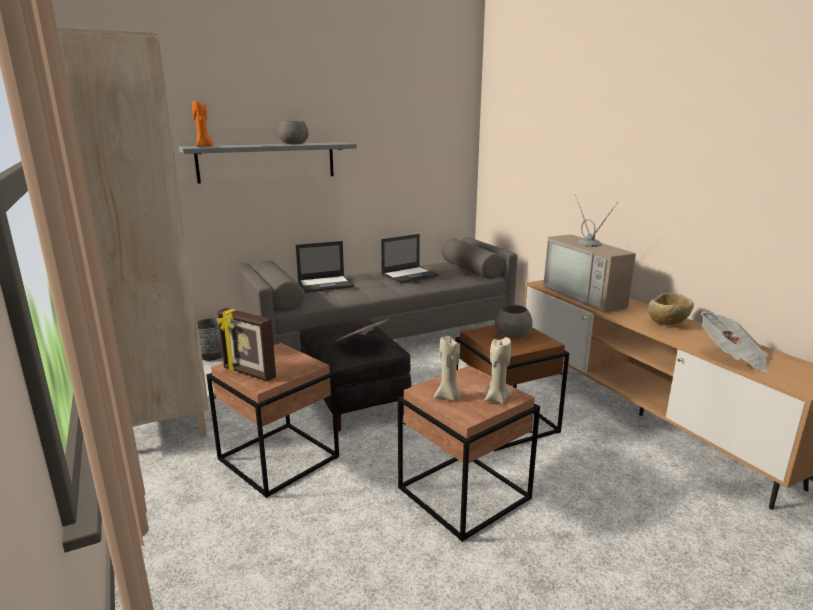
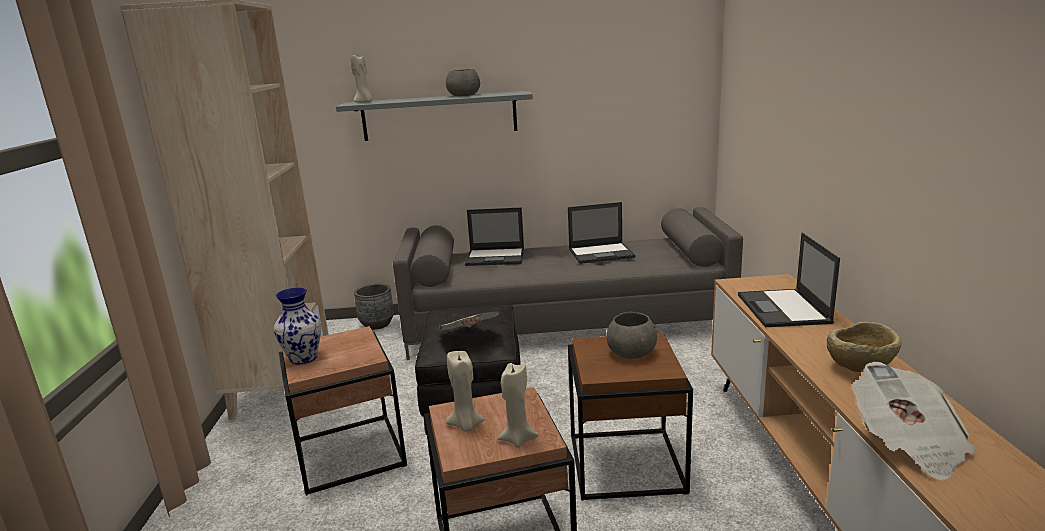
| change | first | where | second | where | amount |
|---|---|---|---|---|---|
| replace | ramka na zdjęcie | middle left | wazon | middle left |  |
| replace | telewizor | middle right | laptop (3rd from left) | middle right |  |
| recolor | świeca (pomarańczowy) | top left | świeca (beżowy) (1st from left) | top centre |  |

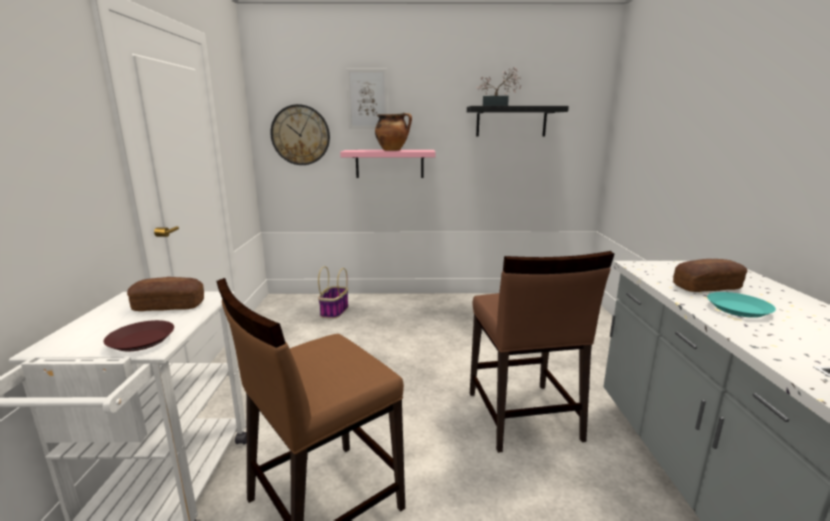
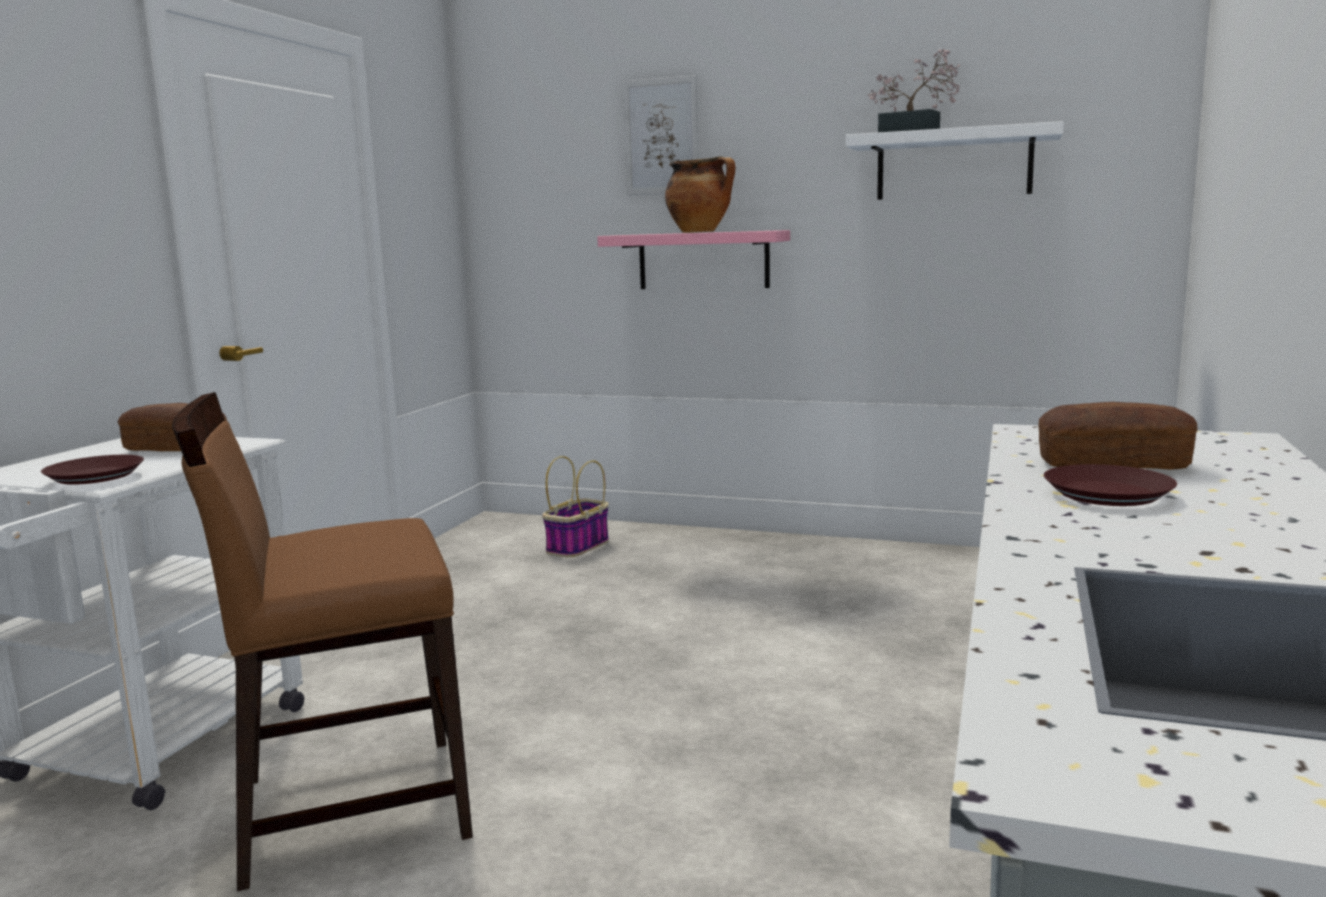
| change | first | where | second | where | amount |
|---|---|---|---|---|---|
| delete | zegar ścienny | top centre |  |  |  |
| delete | krzesło (brązowy) (2nd from left) | bottom centre |  |  |  |
| recolor | półka (czarny) | top centre | półka (biały) | top right |  |
| recolor | talerz (turkusowy) | middle right | talerz (brązowy) (2nd from left) | middle right |  |

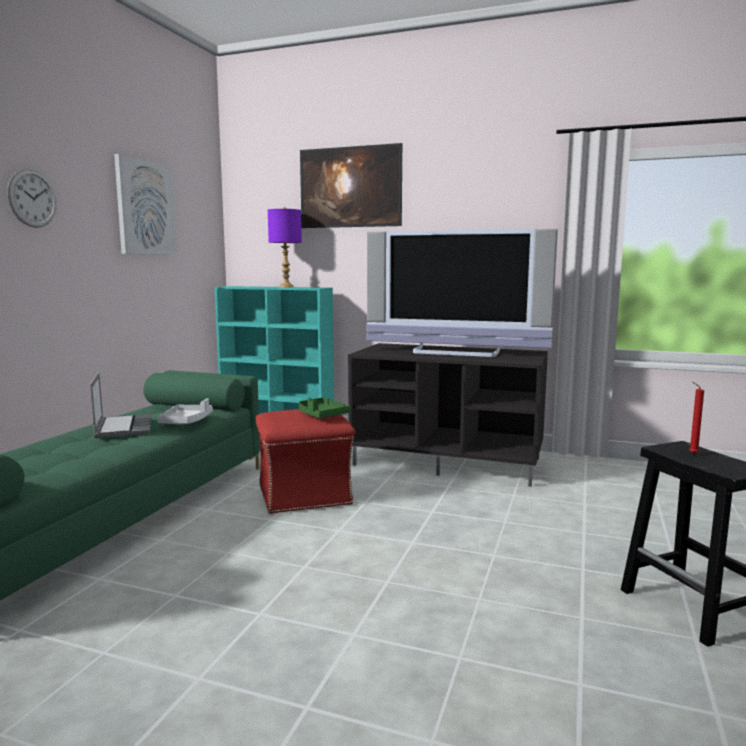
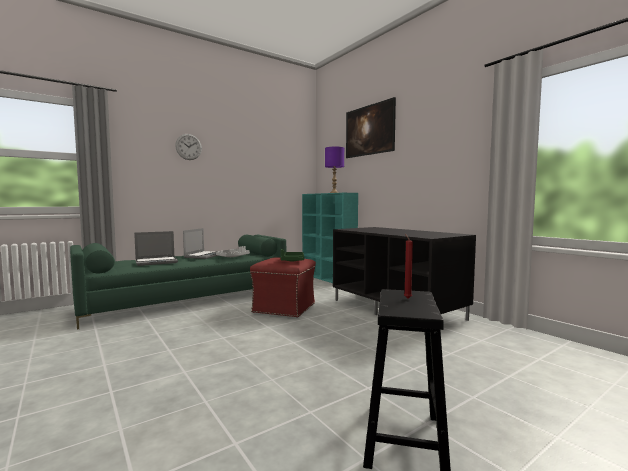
| change | first | where | second | where | amount |
|---|---|---|---|---|---|
| delete | obraz (1st from left) | top left |  |  |  |
| delete | telewizor | centre |  |  |  |
| insert |  |  | laptop (1st from left) | middle left |  |

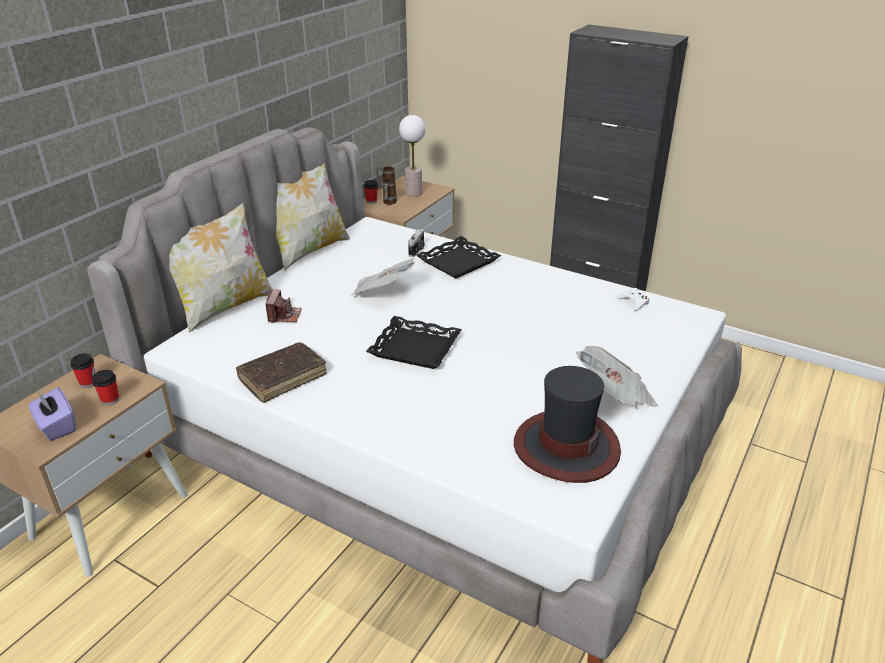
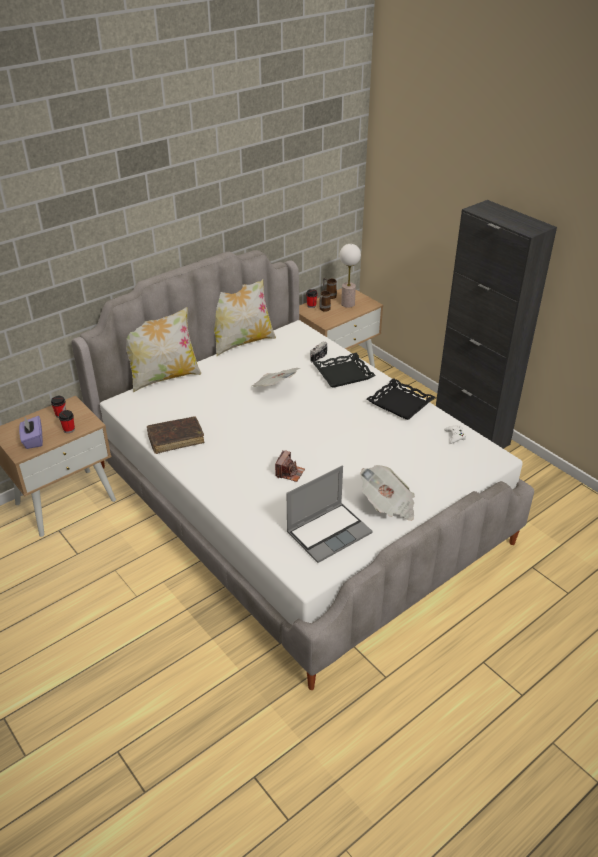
| change | first | where | second | where | amount |
|---|---|---|---|---|---|
| move | aparat fotograficzny (1st from left) | middle left |  | centre |  |
| move | taca (czarny) (1st from left in the first image) | centre | taca (czarny) (2nd from left) | middle right |  |
| replace | kapelusz | centre | laptop | centre |  |

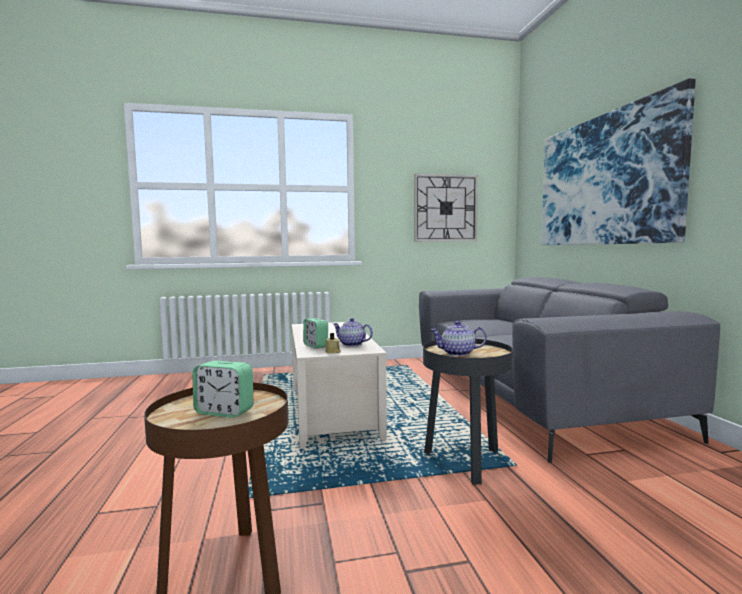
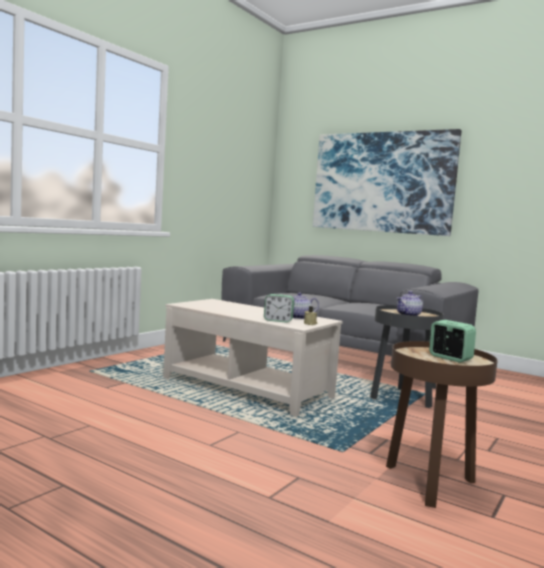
| change | first | where | second | where | amount |
|---|---|---|---|---|---|
| delete | zegar ścienny | centre |  |  |  |
| rotate | budzik (1st from left in the first image) | middle left | budzik (2nd from left) | middle right | 105 degrees counterclockwise |

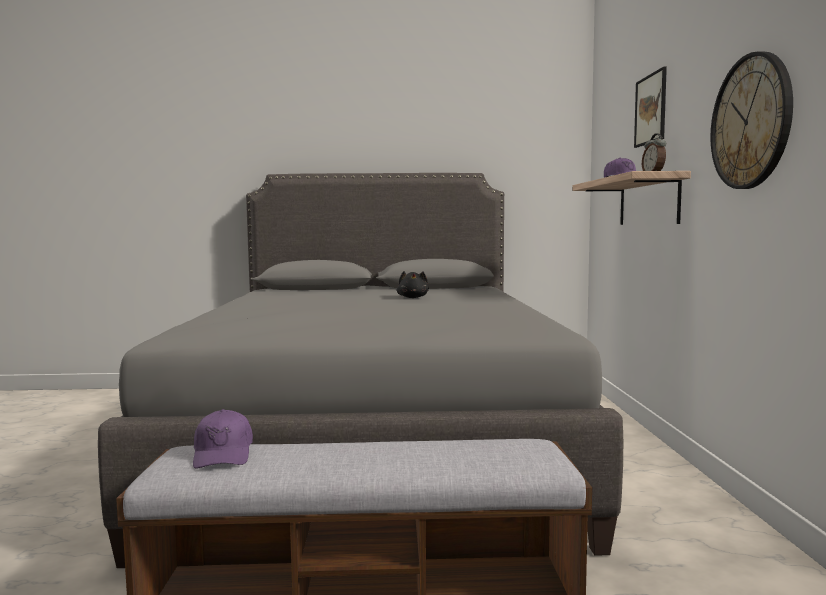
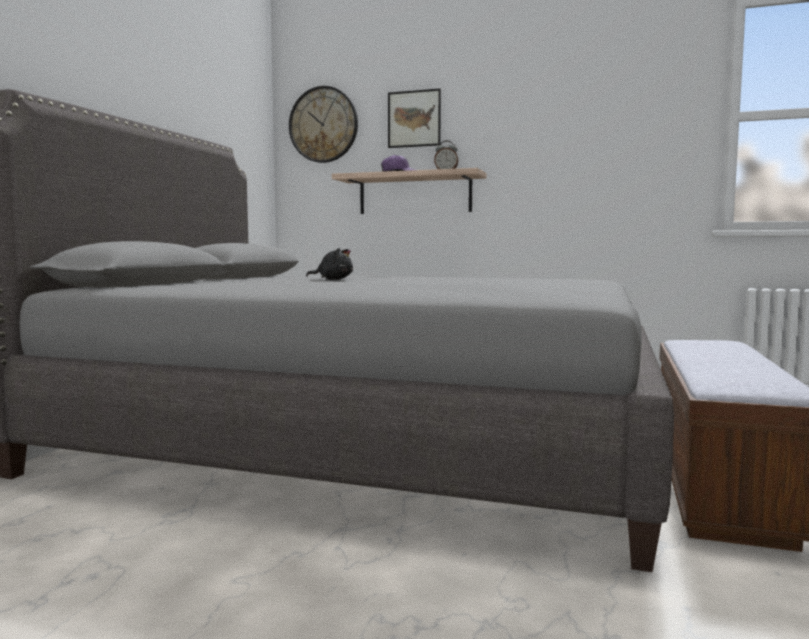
| change | first | where | second | where | amount |
|---|---|---|---|---|---|
| delete | czapka z daszkiem (fioletowy) (1st from left) | bottom left |  |  |  |
| move | zegar ścienny | top right |  | top centre |  |

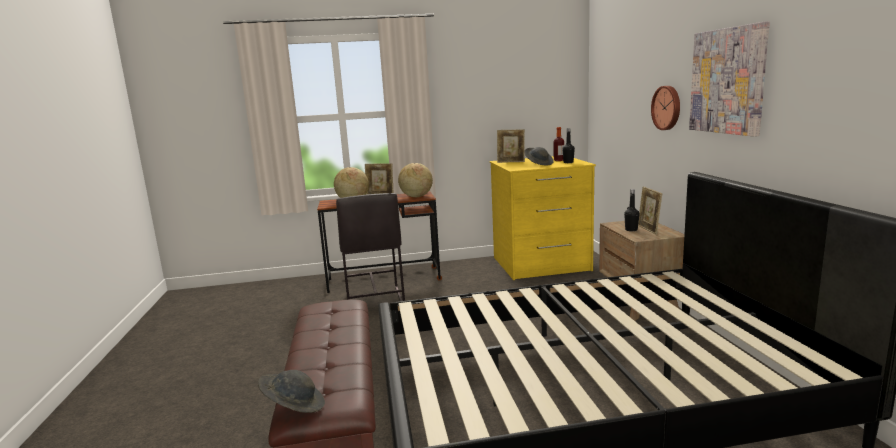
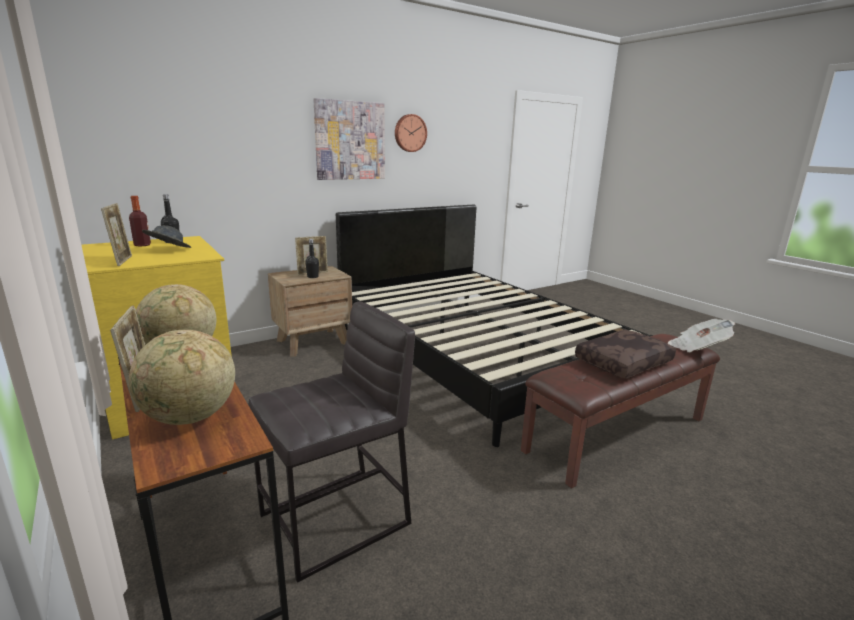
| change | first | where | second | where | amount |
|---|---|---|---|---|---|
| insert |  |  | poduszka (brązowy) | middle right |  |
| move | zegar ścienny | top right |  | top centre |  |
| replace | kapelusz (szary) (1st from left) | bottom left | gazeta | middle right |  |

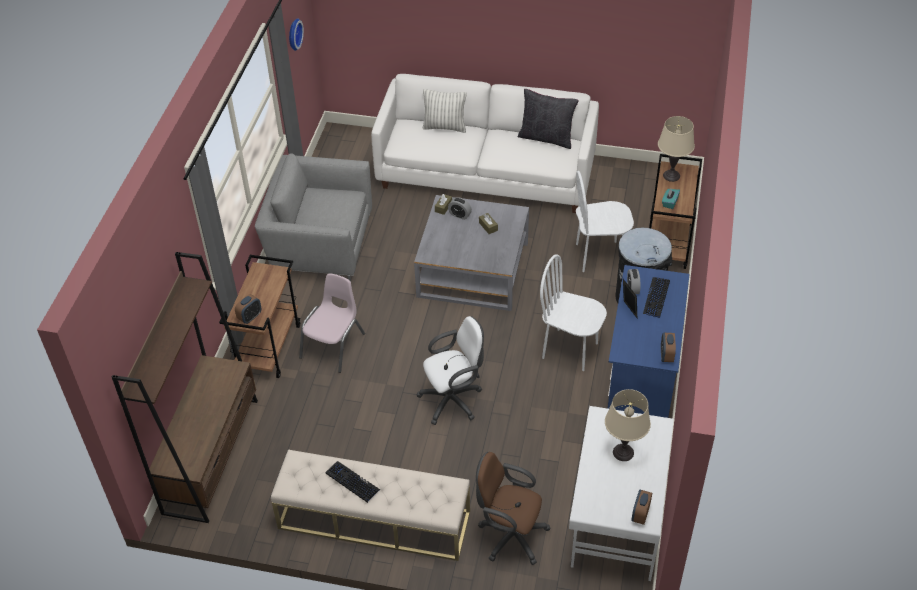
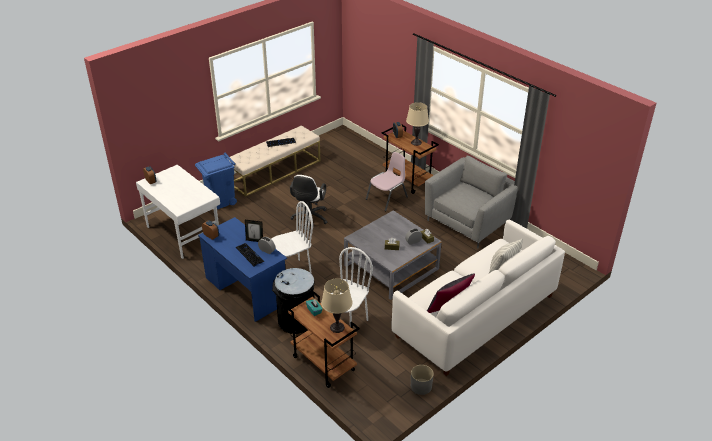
| change | first | where | second | where | amount |
|---|---|---|---|---|---|
| delete | regał (brązowy) | middle left |  |  |  |
| delete | zegar ścienny | top left |  |  |  |
| insert |  |  | donica (szary) | bottom centre |  |
| move | lampa stołowa (beżowy) (1st from left in the first image) | bottom right | lampa stołowa (beżowy) (2nd from left) | top centre |  |
| replace | krzesło biurowe (brązowy) | bottom centre | kosz na śmieci (niebieski) | middle left |  |
| rotate | krzesło (różowy) | centre |  | centre | 105 degrees counterclockwise |

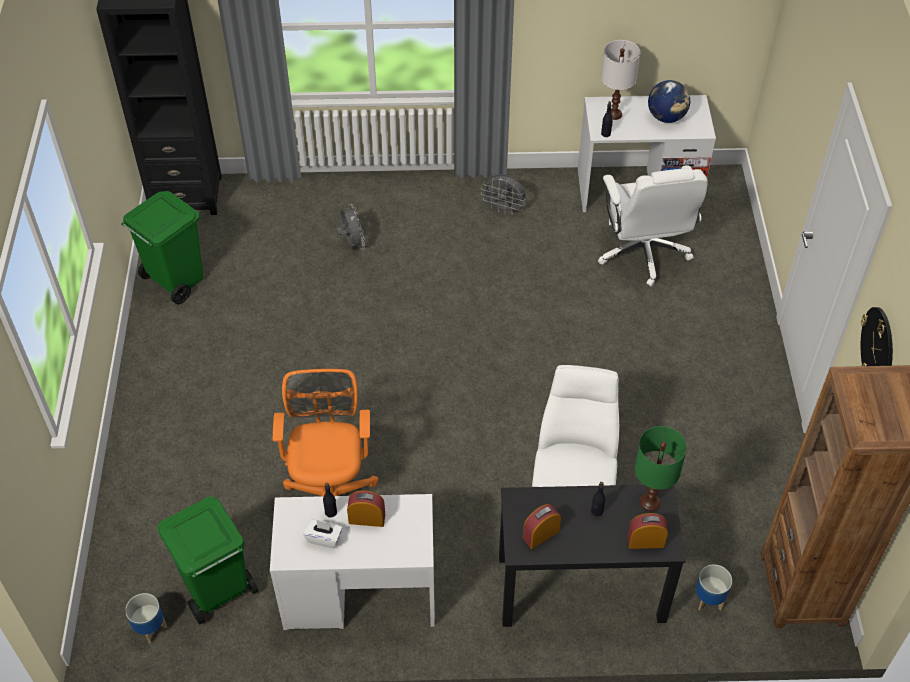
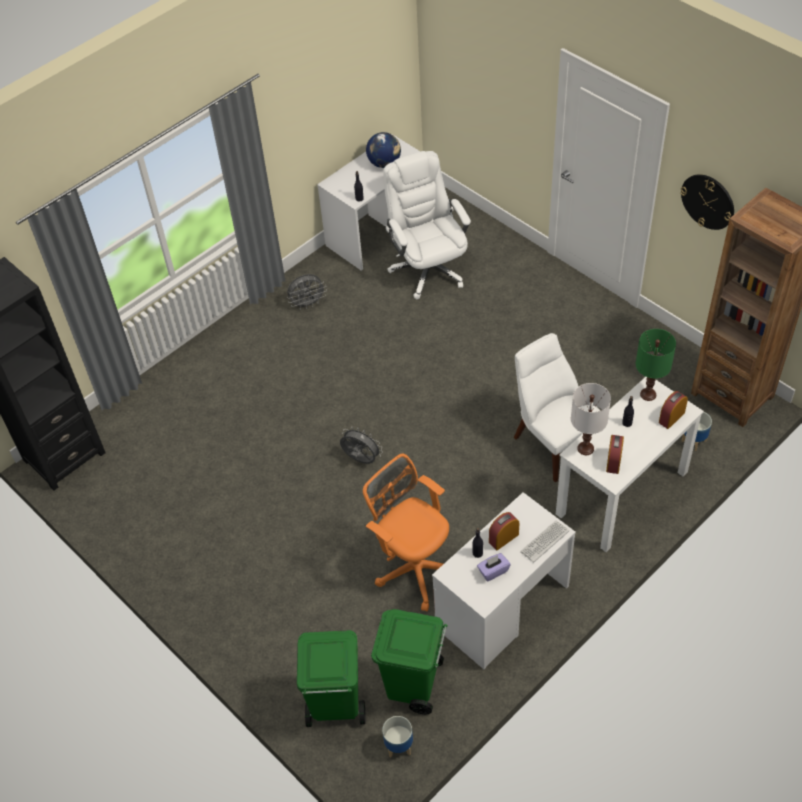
| change | first | where | second | where | amount |
|---|---|---|---|---|---|
| insert |  |  | klawiatura | bottom right |  |
| move | kosz na śmieci (zielony) (1st from left) | middle left |  | bottom centre |  |
| move | wentylator (szary) (1st from left in the first image) | top centre | wentylator (szary) (2nd from left) | centre |  |
| move | lampa stołowa (biały) | top right |  | middle right |  |
| recolor | pudełko chusteczek (biały) | bottom centre | pudełko chusteczek (fioletowy) | bottom centre |  |
| recolor | biurko (czarny) | bottom centre | biurko (biały) (3rd from left) | middle right |  |
| rotate | krzesło biurowe (biały) | top right |  | top centre | 150 degrees counterclockwise |

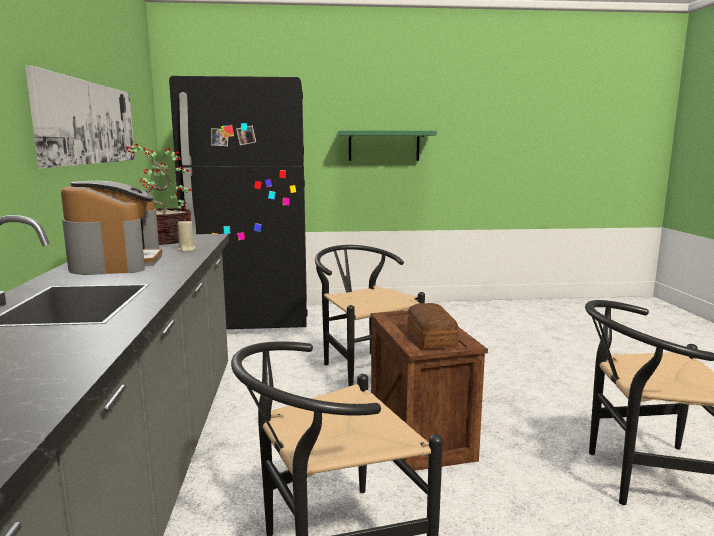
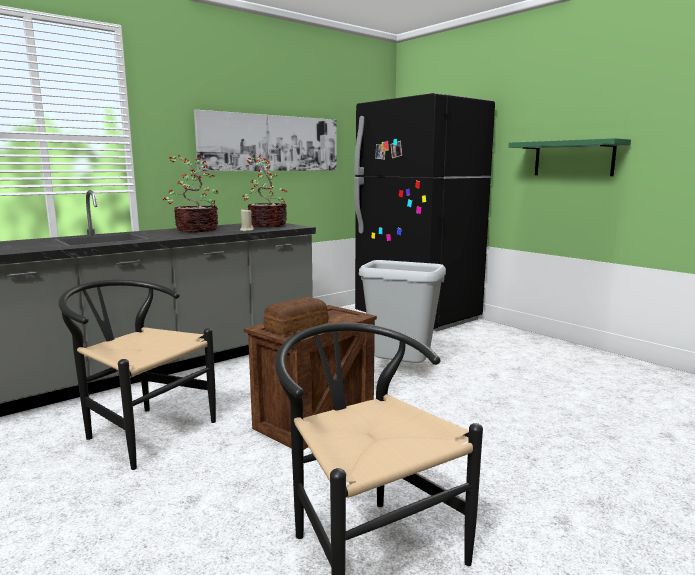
| change | first | where | second | where | amount |
|---|---|---|---|---|---|
| replace | ekspres do kawy | middle left | roślina doniczkowa (1st from left) | middle left |  |
| replace | krzesło (czarny) (2nd from left) | centre | kosz na śmieci (szary) | centre |  |

